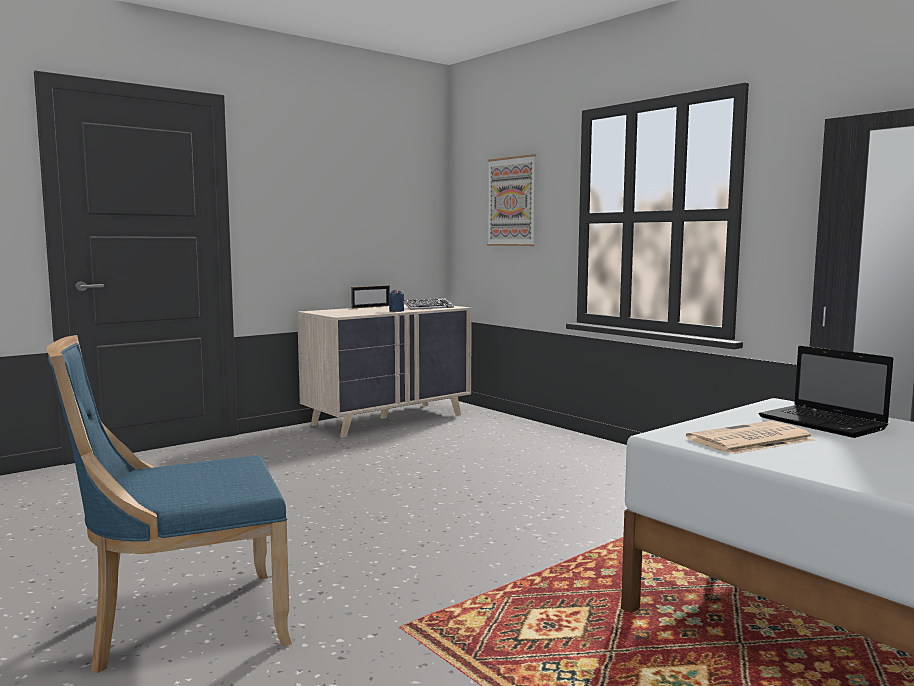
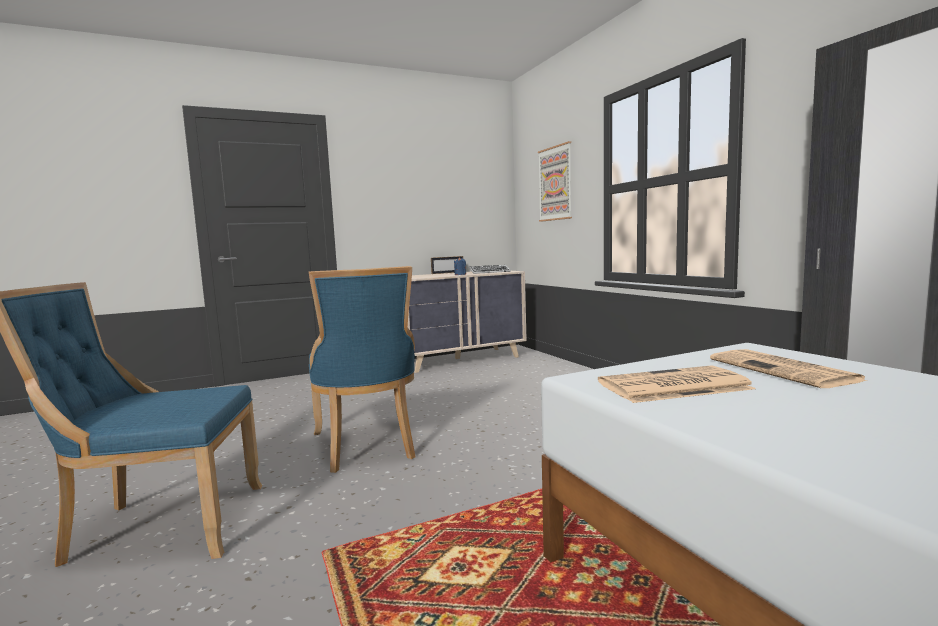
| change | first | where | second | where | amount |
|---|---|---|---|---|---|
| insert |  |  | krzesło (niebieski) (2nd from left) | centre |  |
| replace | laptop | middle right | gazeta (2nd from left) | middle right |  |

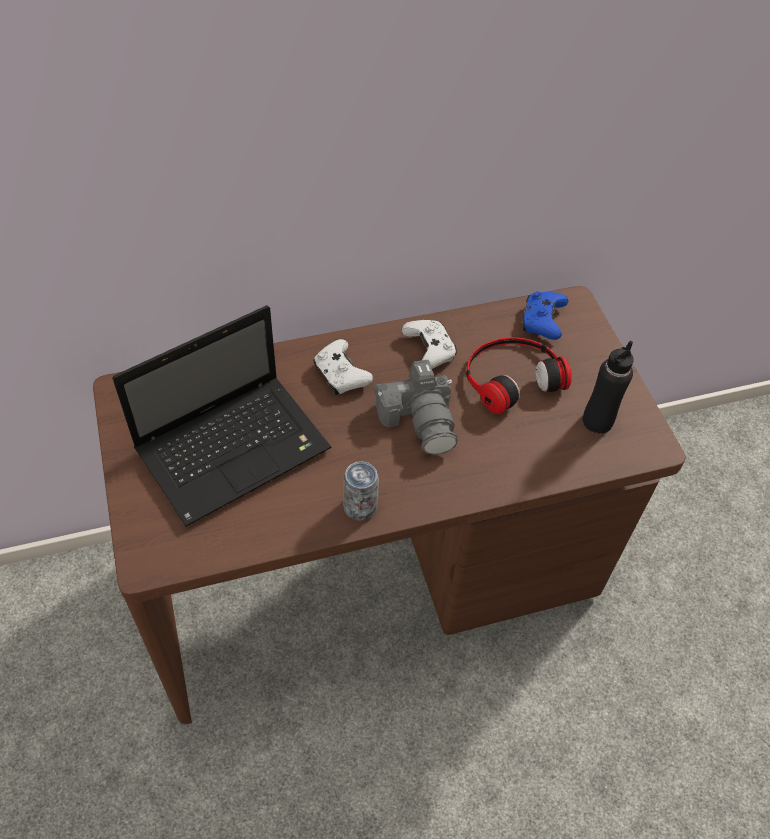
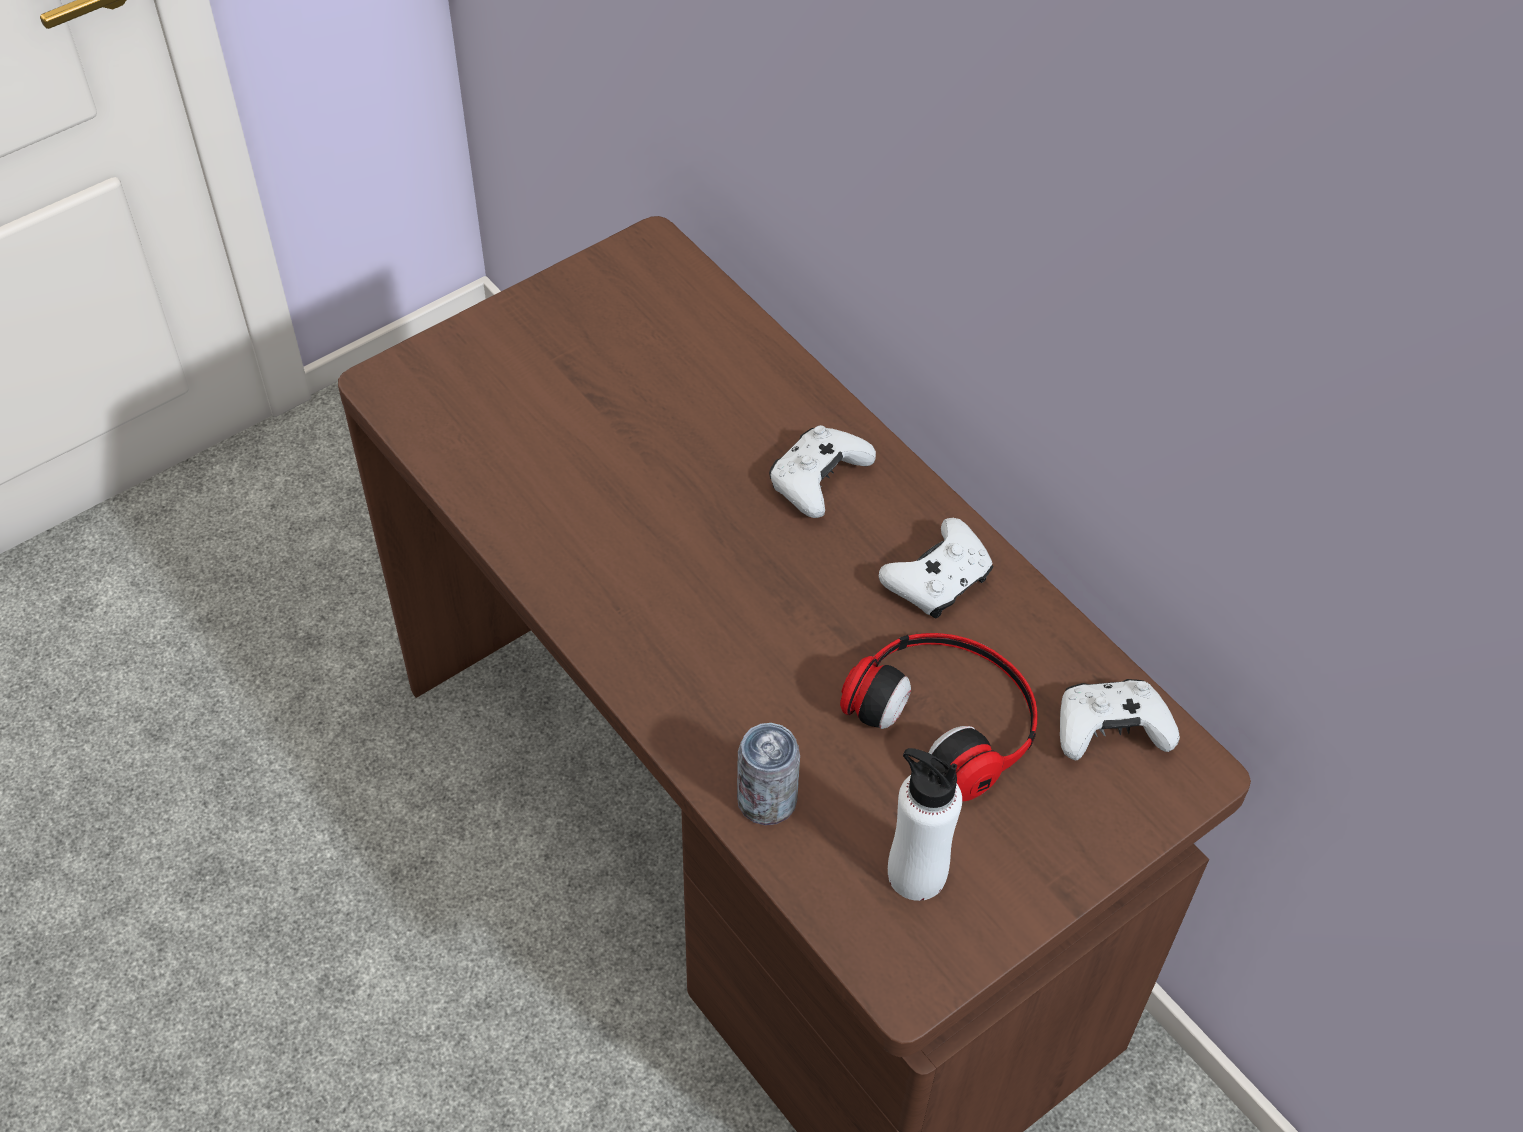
| change | first | where | second | where | amount |
|---|---|---|---|---|---|
| delete | laptop | middle left |  |  |  |
| delete | aparat fotograficzny | centre |  |  |  |
| move | puszka | centre |  | bottom centre |  |
| recolor | pad do gier (niebieski) | middle right | pad do gier (biały) (3rd from left) | middle right |  |
| recolor | butelka (czarny) | middle right | butelka (biały) | bottom centre |  |

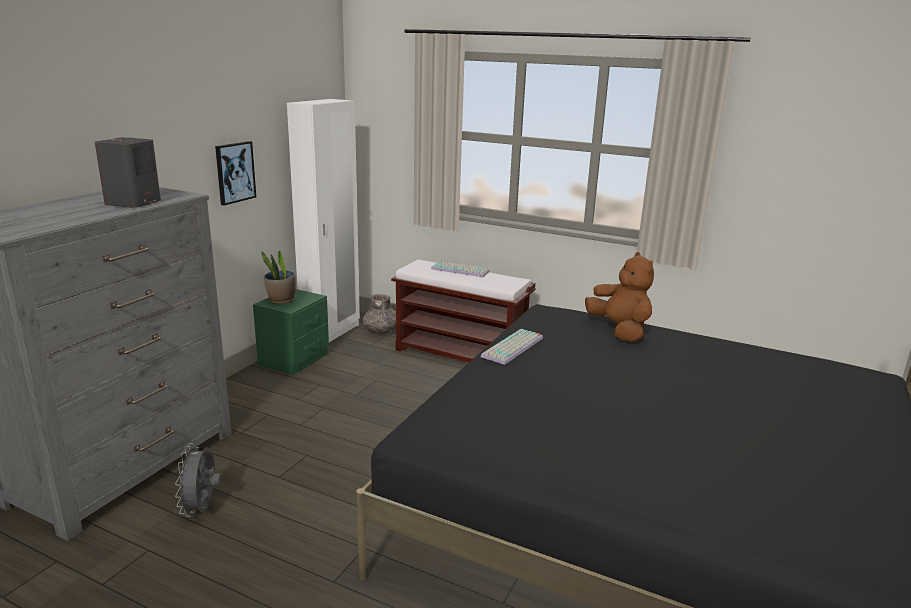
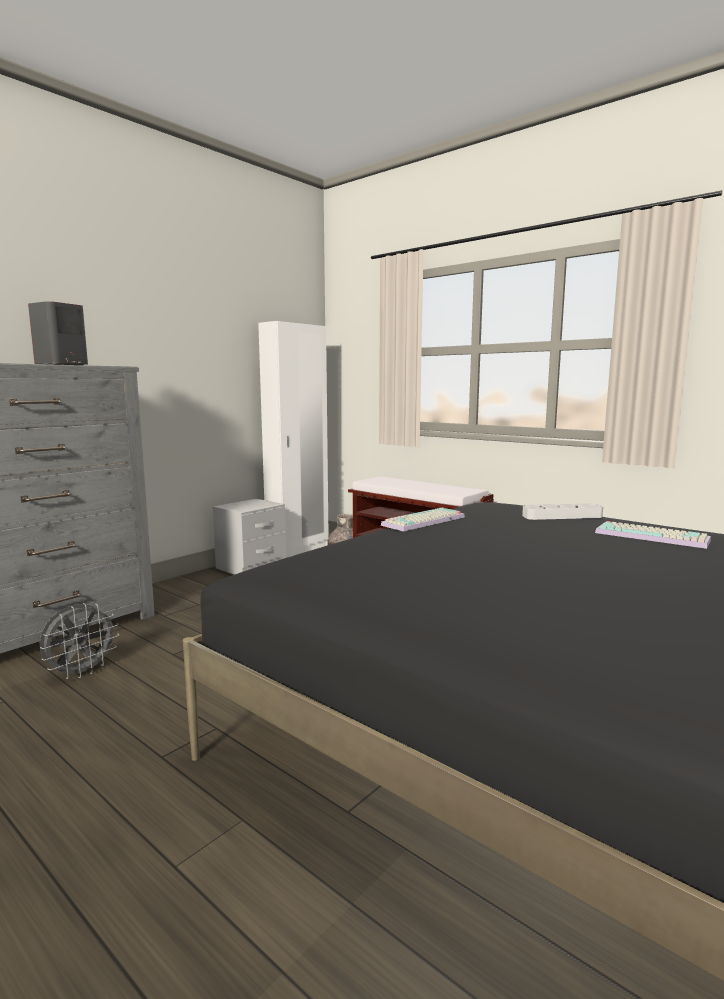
| change | first | where | second | where | amount |
|---|---|---|---|---|---|
| delete | obraz | top left |  |  |  |
| delete | roślina doniczkowa | middle left |  |  |  |
| move | klawiatura (1st from left in the first image) | centre | klawiatura (2nd from left) | middle right |  |
| replace | pluszak (brązowy) | middle right | taca (szary) | middle right |  |
| recolor | szafka nocna (zielony) | middle left | szafka nocna (szary) | centre |  |
| rotate | wentylator (szary) | bottom left |  | middle left | 150 degrees counterclockwise |

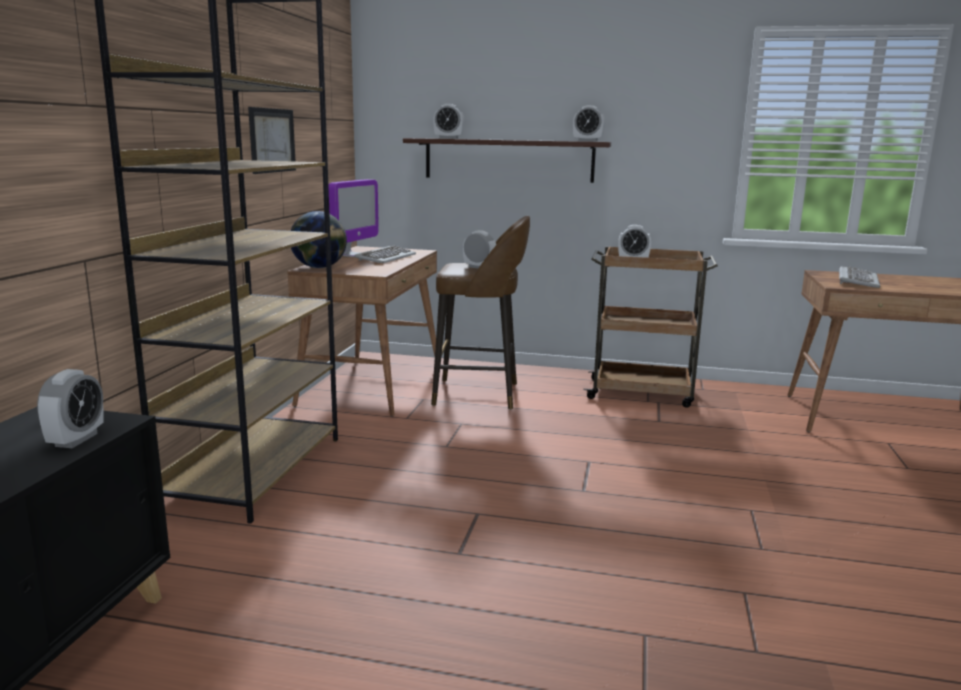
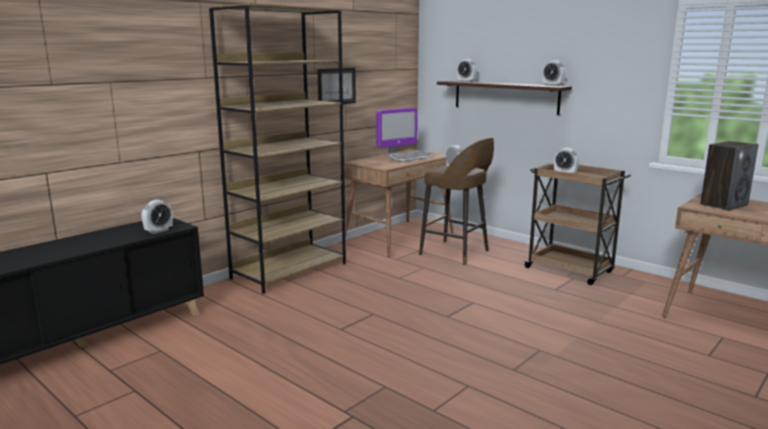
| change | first | where | second | where | amount |
|---|---|---|---|---|---|
| delete | globus | middle left |  |  |  |
| replace | klawiatura (2nd from left) | middle right | głośnik | middle right |  |

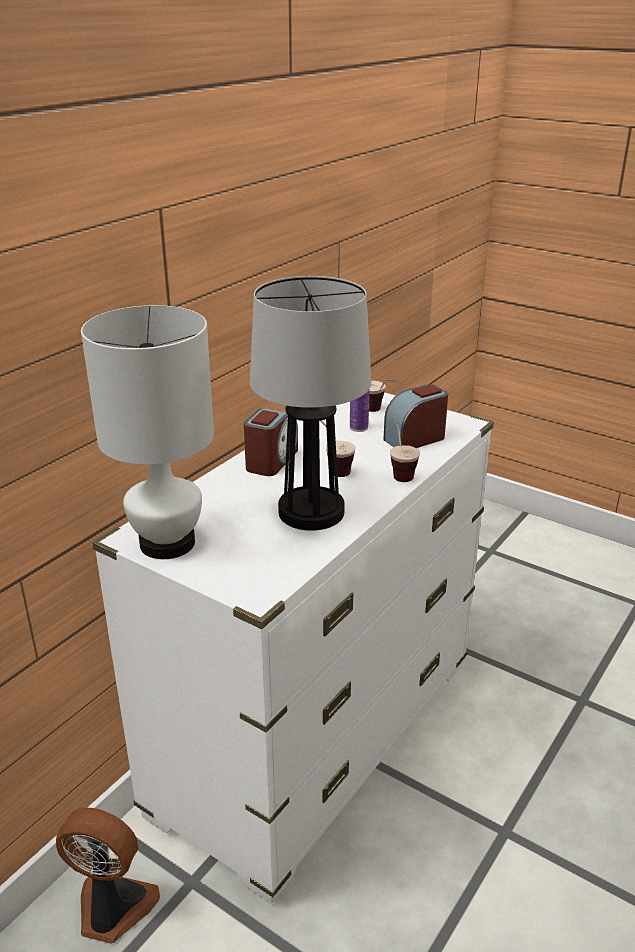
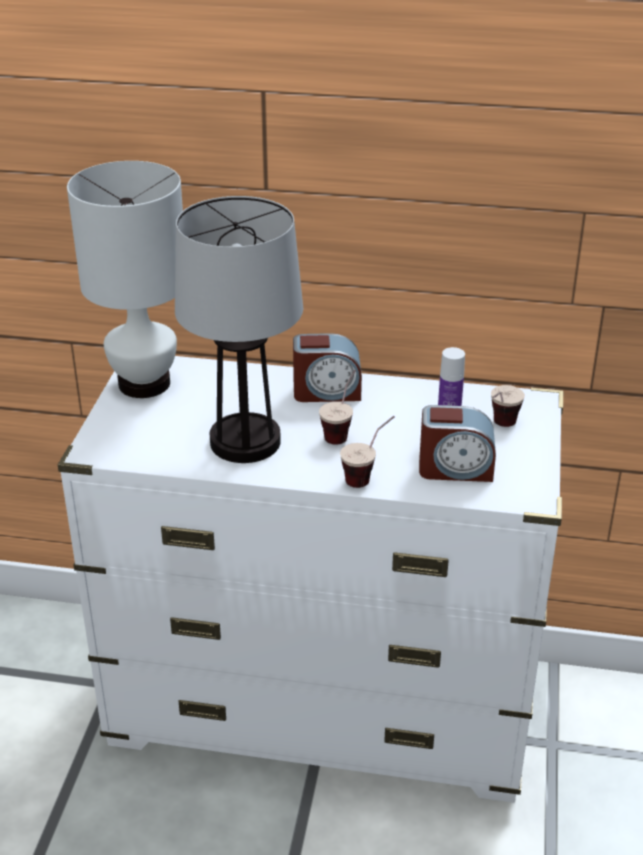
| change | first | where | second | where | amount |
|---|---|---|---|---|---|
| delete | wentylator | bottom left |  |  |  |
| rotate | budzik (2nd from left) | centre |  | middle right | 150 degrees clockwise |

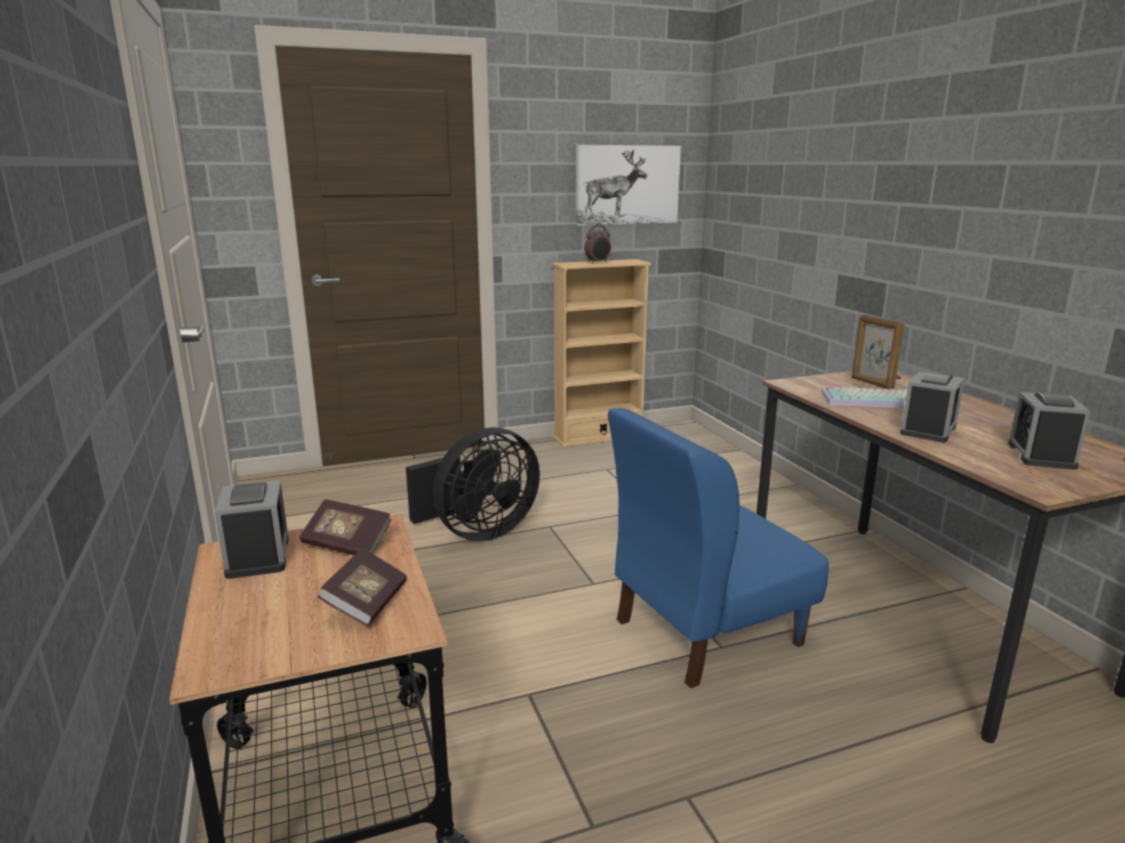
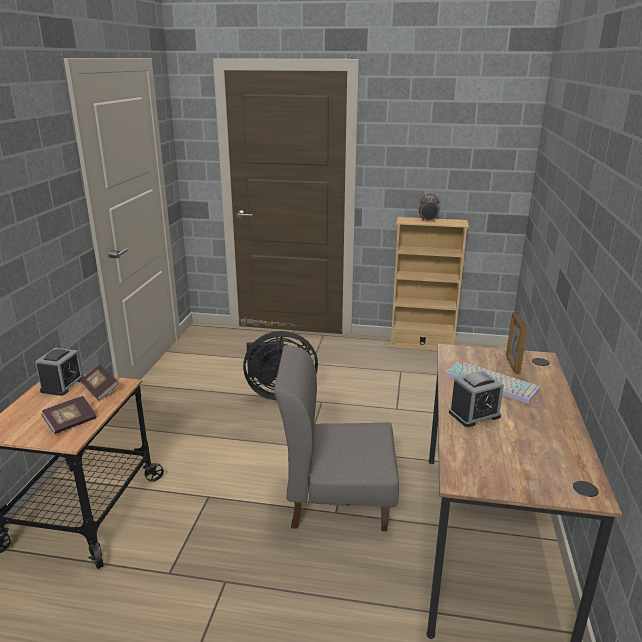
| change | first | where | second | where | amount |
|---|---|---|---|---|---|
| delete | obraz | top centre |  |  |  |
| delete | budzik (4th from left) | middle right |  |  |  |
| recolor | krzesło (niebieski) | centre | krzesło (szary) | bottom centre |  |

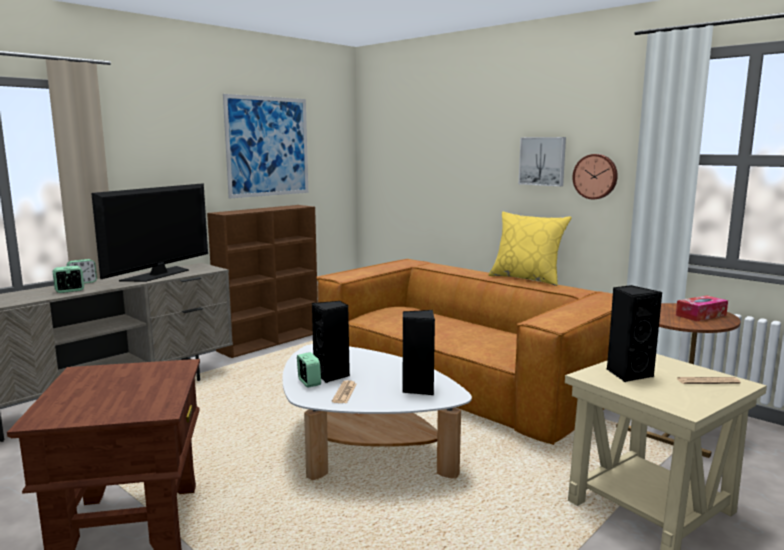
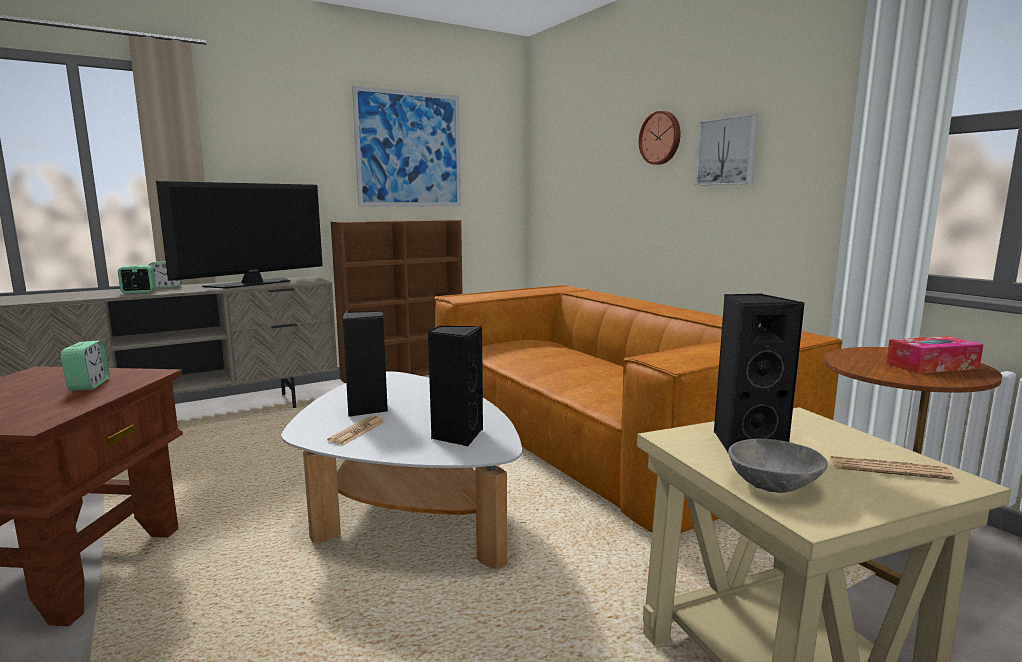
| change | first | where | second | where | amount |
|---|---|---|---|---|---|
| delete | poduszka (żółty) | middle right |  |  |  |
| insert |  |  | miska (szary) | bottom right |  |
| move | budzik (3rd from left in the first image) | bottom centre | budzik (1st from left) | middle left |  |
| move | zegar ścienny | top right |  | top centre |  |

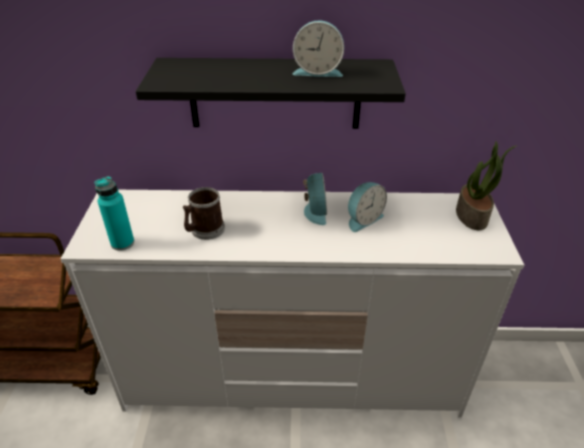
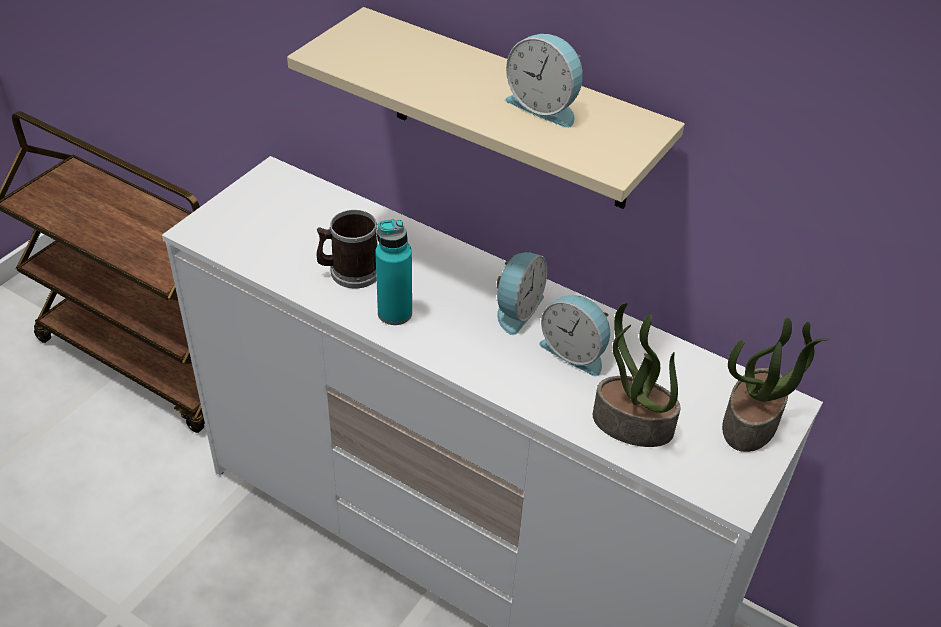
| change | first | where | second | where | amount |
|---|---|---|---|---|---|
| insert |  |  | roślina doniczkowa (1st from left) | middle right |  |
| move | butelka (turkusowy) | middle left |  | centre |  |
| recolor | półka (czarny) | top centre | półka (beżowy) | top centre |  |
| rotate | budzik (3rd from left) | centre |  | centre | 45 degrees clockwise |

